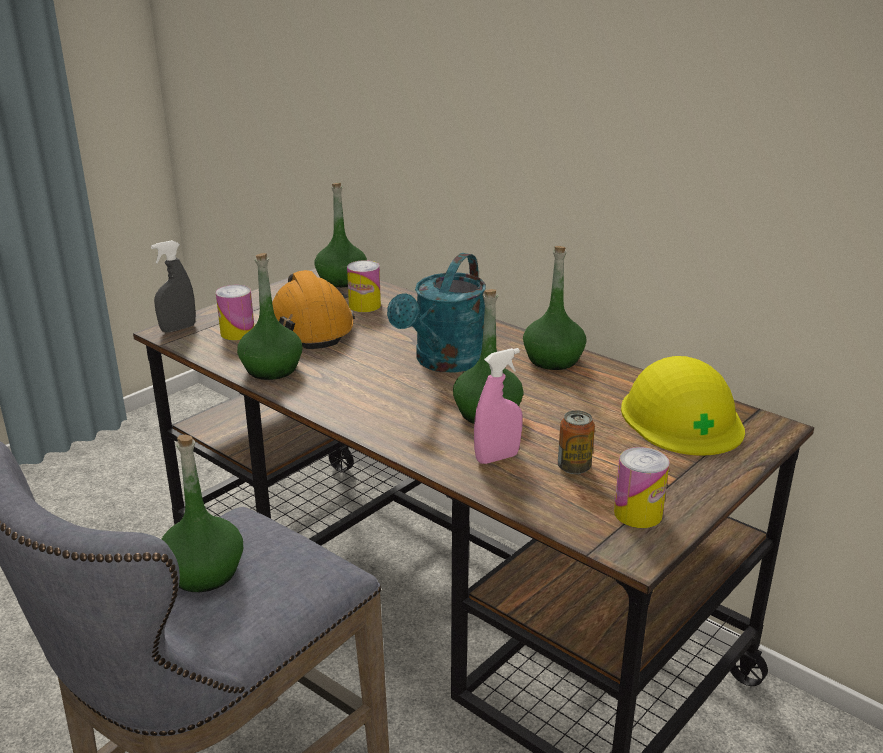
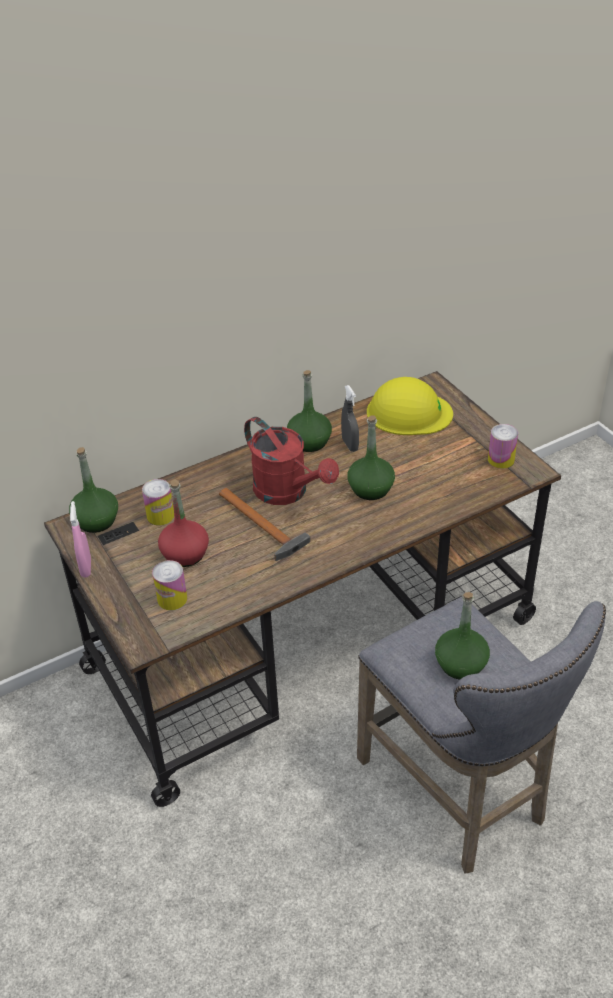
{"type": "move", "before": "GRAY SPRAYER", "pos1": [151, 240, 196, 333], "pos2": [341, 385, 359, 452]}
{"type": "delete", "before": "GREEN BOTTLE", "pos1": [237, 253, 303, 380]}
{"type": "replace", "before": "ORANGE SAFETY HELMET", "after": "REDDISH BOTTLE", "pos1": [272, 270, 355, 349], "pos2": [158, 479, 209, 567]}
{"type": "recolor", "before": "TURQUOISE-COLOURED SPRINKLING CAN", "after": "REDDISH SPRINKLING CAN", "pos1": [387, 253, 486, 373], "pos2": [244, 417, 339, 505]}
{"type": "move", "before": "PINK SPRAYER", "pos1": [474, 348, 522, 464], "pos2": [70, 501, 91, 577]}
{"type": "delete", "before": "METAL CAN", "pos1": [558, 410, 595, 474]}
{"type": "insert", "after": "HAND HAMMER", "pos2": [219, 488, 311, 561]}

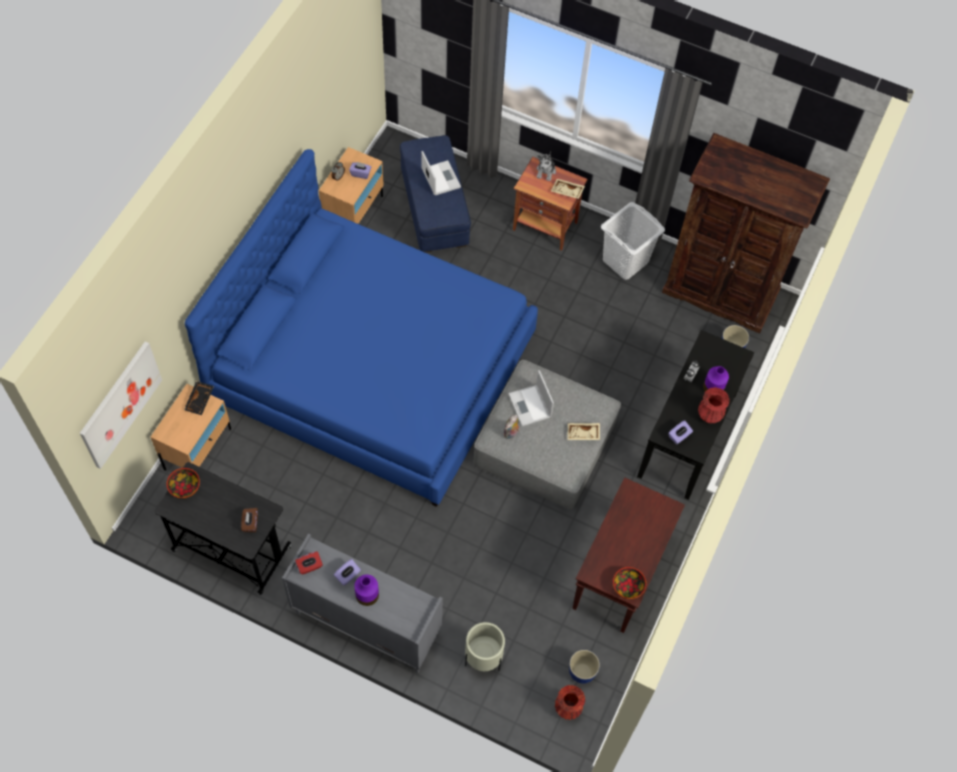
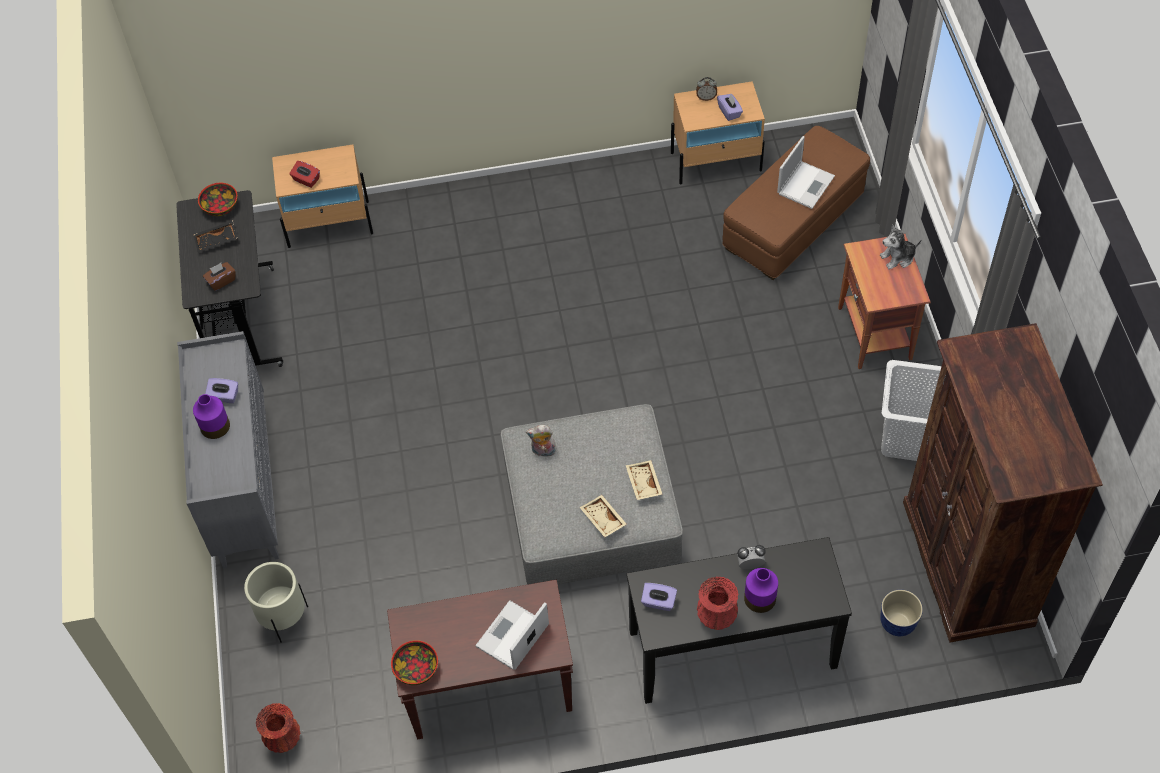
{"type": "delete", "before": "WALL ART", "pos1": [80, 341, 162, 469]}
{"type": "move", "before": "BLACK-COLOURED TRAY", "pos1": [184, 381, 214, 415], "pos2": [193, 220, 238, 253]}
{"type": "delete", "before": "BLUE SLEEPING BED", "pos1": [185, 149, 538, 507]}
{"type": "move", "before": "REDDISH TISSUE BOX", "pos1": [295, 552, 323, 574], "pos2": [289, 161, 320, 188]}
{"type": "recolor", "before": "BLUE OTTOMAN", "after": "BROWNISH OTTOMAN", "pos1": [400, 135, 471, 253], "pos2": [722, 126, 870, 280]}
{"type": "move", "before": "NOTEBOOK COMPUTER", "pos1": [508, 370, 554, 426], "pos2": [475, 600, 549, 670]}
{"type": "move", "before": "SAND-COLOURED TRAY", "pos1": [551, 179, 585, 199], "pos2": [626, 460, 663, 500]}
{"type": "delete", "before": "PLANTER", "pos1": [569, 650, 600, 683]}

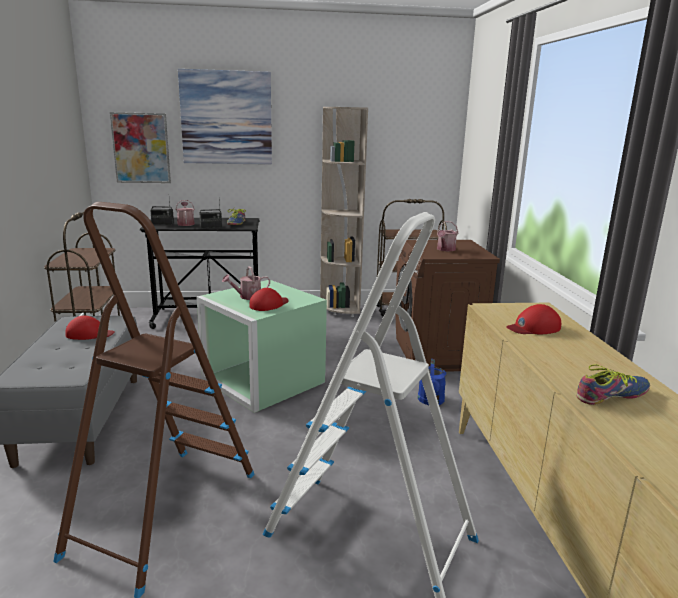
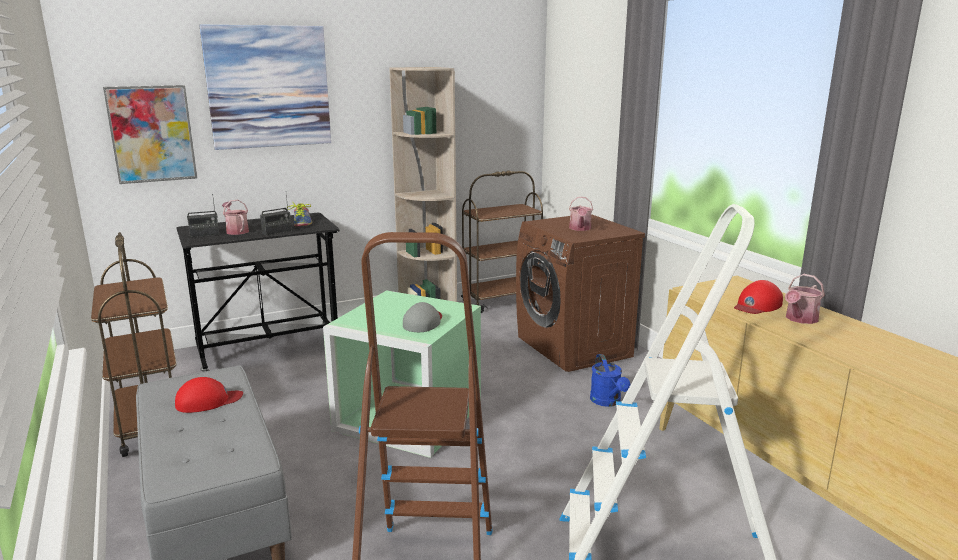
{"type": "move", "before": "SPRINKLING CAN", "pos1": [222, 266, 270, 300], "pos2": [785, 274, 825, 324]}
{"type": "recolor", "before": "REDDISH PEAKED CAP", "after": "GRAY PEAKED CAP", "pos1": [249, 288, 289, 311], "pos2": [403, 302, 442, 332]}
{"type": "delete", "before": "ITEM OF FOOTWEAR", "pos1": [576, 364, 650, 405]}

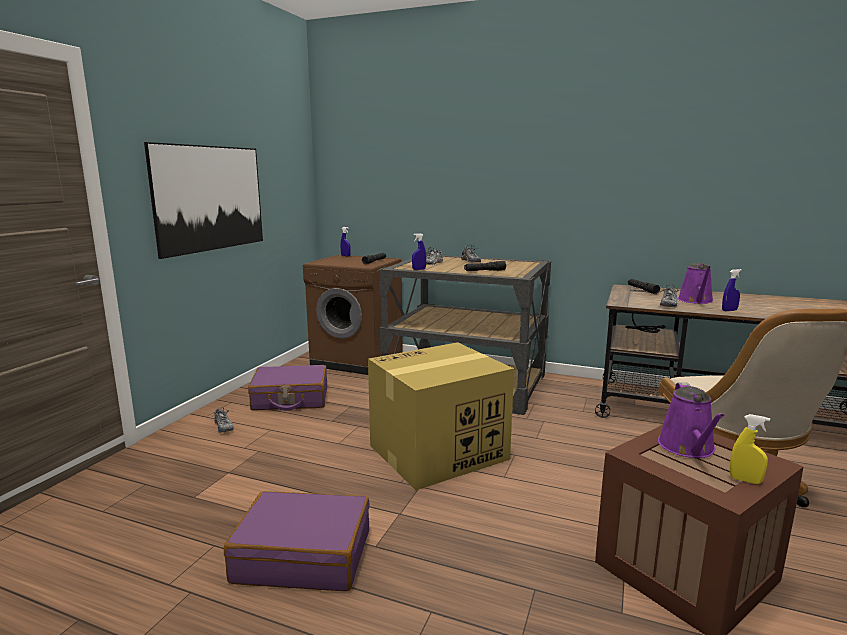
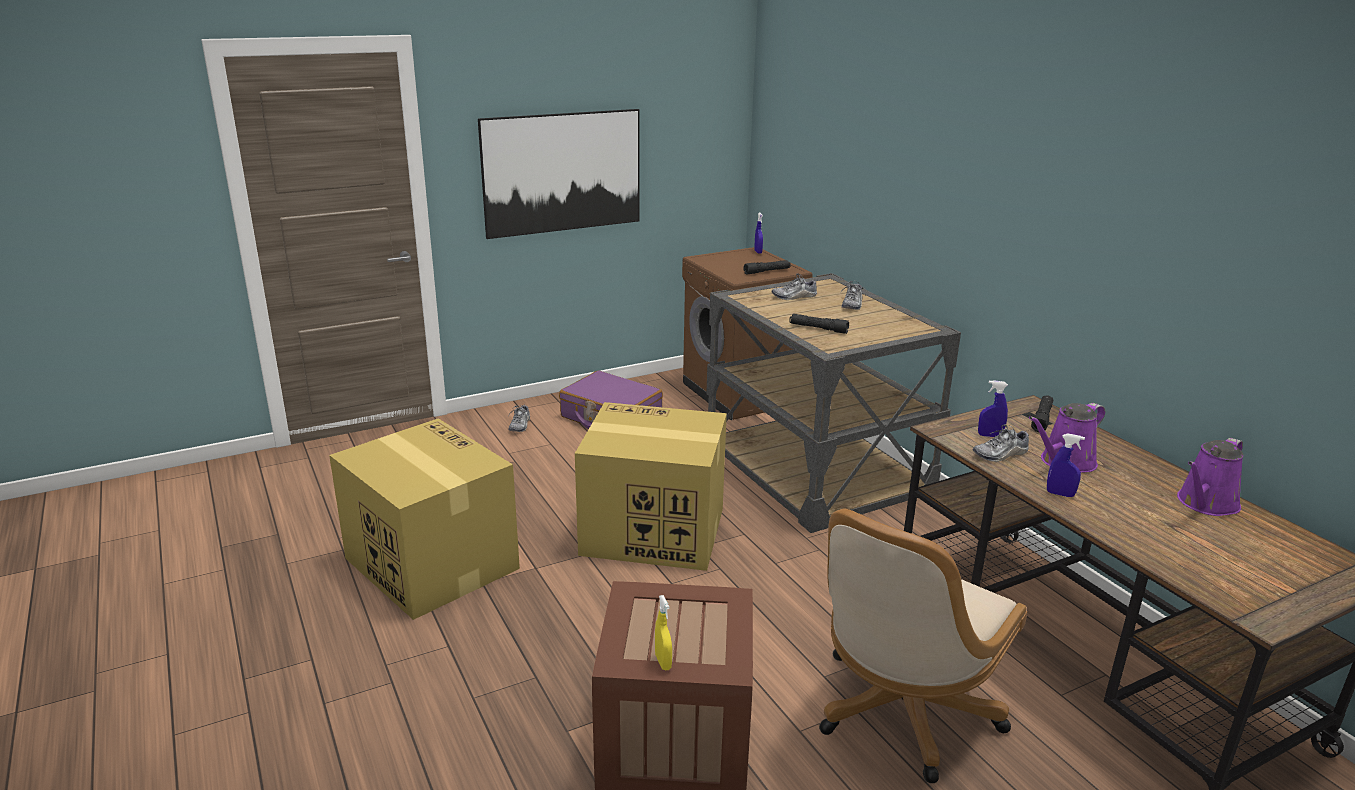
{"type": "replace", "before": "PURPLISH TRAVEL CASE", "after": "CARTON", "pos1": [224, 491, 370, 591], "pos2": [329, 419, 520, 620]}
{"type": "move", "before": "BLUE SPRAYER", "pos1": [412, 233, 426, 270], "pos2": [978, 380, 1008, 437]}
{"type": "move", "before": "PURPLISH SPRINKLING CAN", "pos1": [658, 383, 725, 458], "pos2": [1177, 438, 1243, 516]}

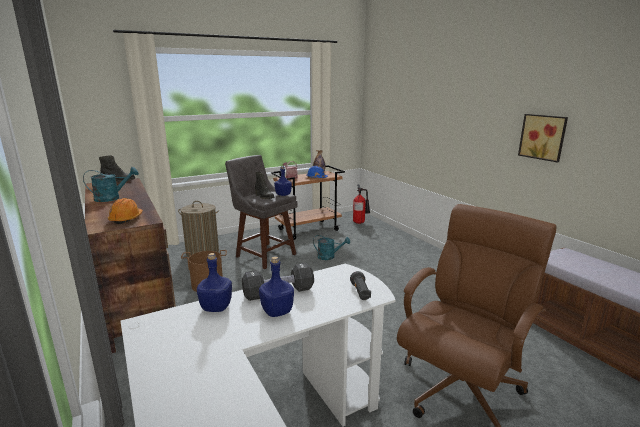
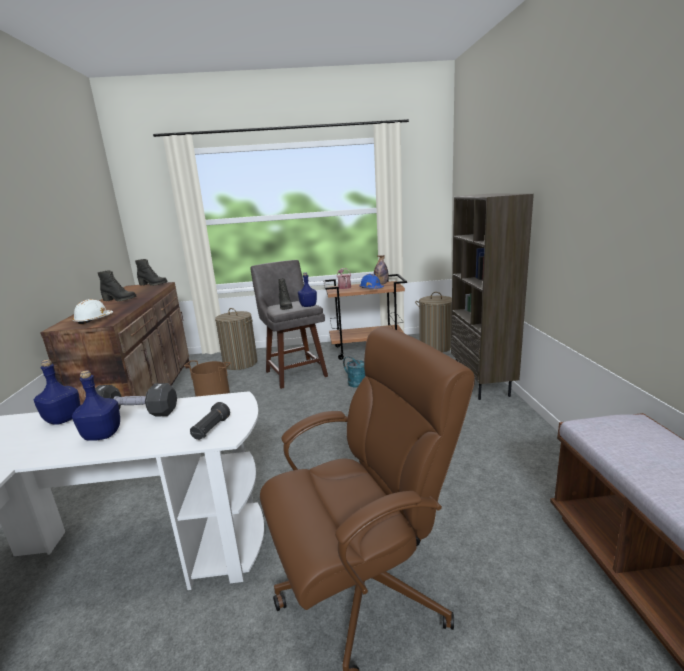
{"type": "replace", "before": "TURQUOISE-COLOURED SPRINKLING CAN", "after": "BLACK-COLOURED TALL BOOT", "pos1": [83, 167, 139, 202], "pos2": [98, 270, 136, 301]}
{"type": "recolor", "before": "ORANGE SAFETY HELMET", "after": "WHITE SAFETY HELMET", "pos1": [108, 198, 143, 224], "pos2": [72, 299, 113, 324]}
{"type": "replace", "before": "FIRE-FIGHTING CYLINDER", "after": "HAMPER", "pos1": [353, 184, 370, 224], "pos2": [415, 292, 452, 352]}
{"type": "delete", "before": "WALL ART", "pos1": [518, 114, 568, 163]}
{"type": "insert", "after": "BROWNISH SHELVING UNIT", "pos2": [451, 193, 534, 400]}

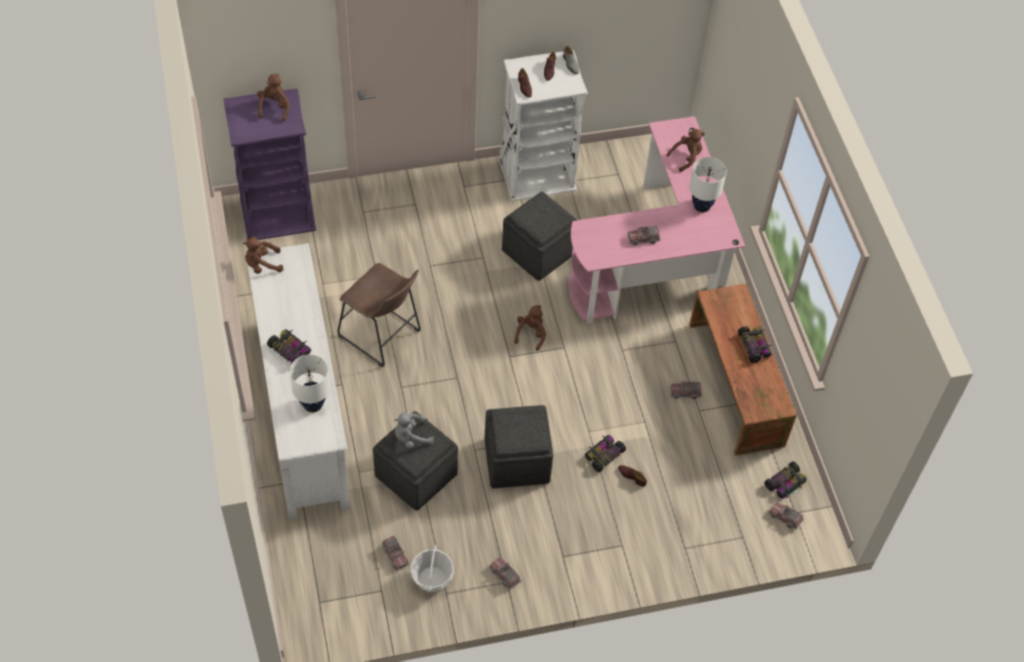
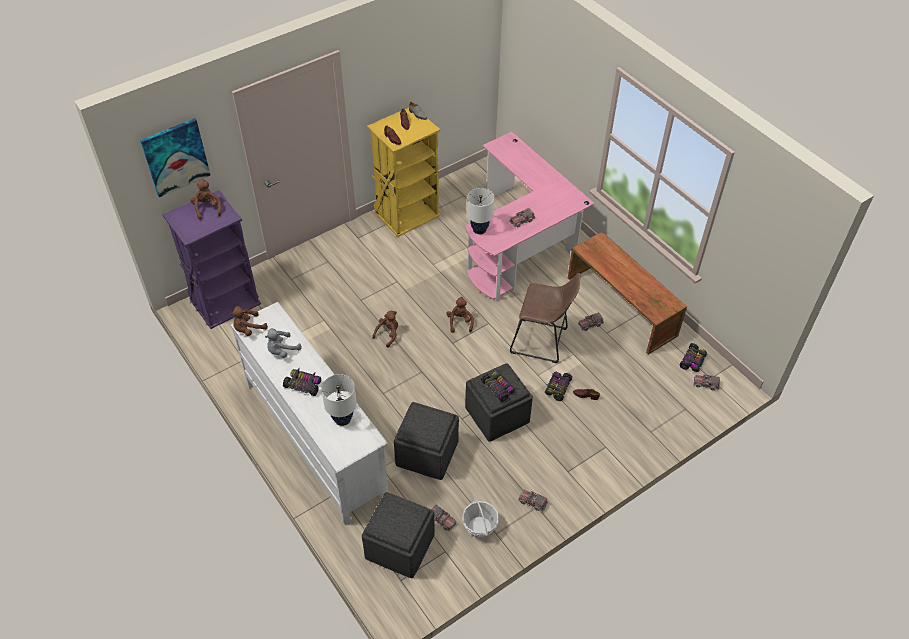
{"type": "move", "before": "BROWNISH SITTING STOOL", "pos1": [337, 263, 421, 367], "pos2": [510, 273, 580, 363]}
{"type": "move", "before": "GRAY CUDDLY TOY", "pos1": [394, 412, 434, 449], "pos2": [265, 328, 302, 358]}
{"type": "recolor", "before": "WHITE SHELVING UNIT", "after": "YELLOW SHELVING UNIT", "pos1": [499, 50, 588, 201], "pos2": [367, 108, 440, 237]}
{"type": "move", "before": "GRAY OTTOMAN", "pos1": [502, 191, 577, 281], "pos2": [362, 492, 435, 578]}
{"type": "move", "before": "BROWNISH CUDDLY TOY", "pos1": [666, 129, 705, 172], "pos2": [372, 311, 398, 347]}
{"type": "move", "before": "WHITE LAMP FOR A TABLE", "pos1": [689, 157, 727, 212], "pos2": [467, 188, 494, 234]}
{"type": "move", "before": "MODEL CAR", "pos1": [738, 326, 772, 363], "pos2": [481, 371, 516, 402]}
{"type": "insert", "after": "WALL ART", "pos2": [140, 118, 211, 197]}

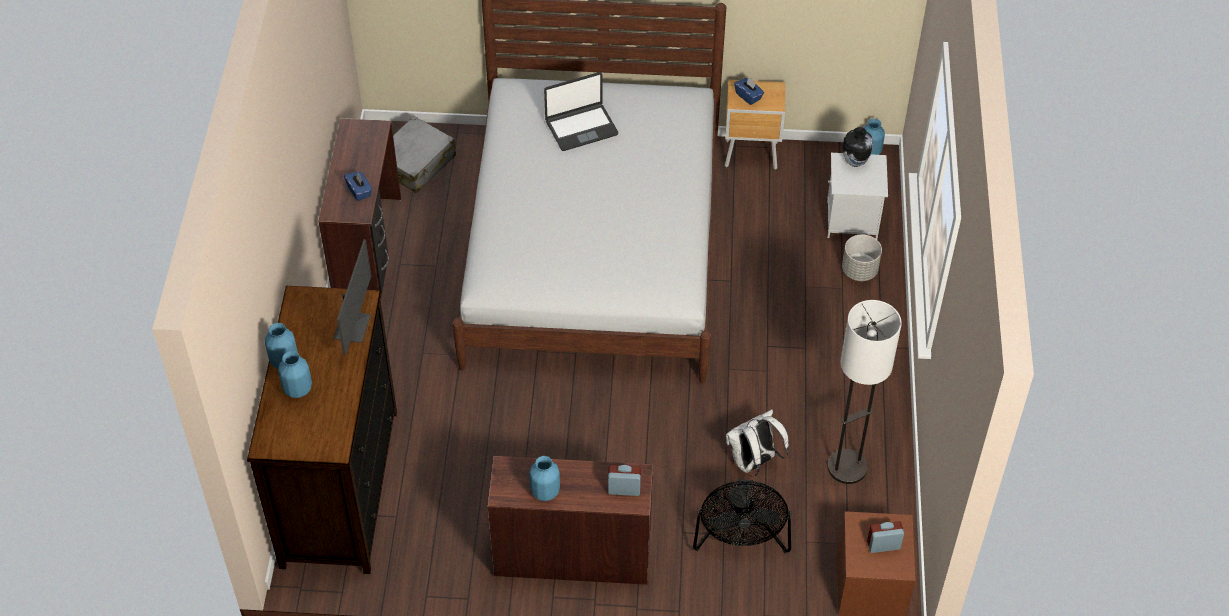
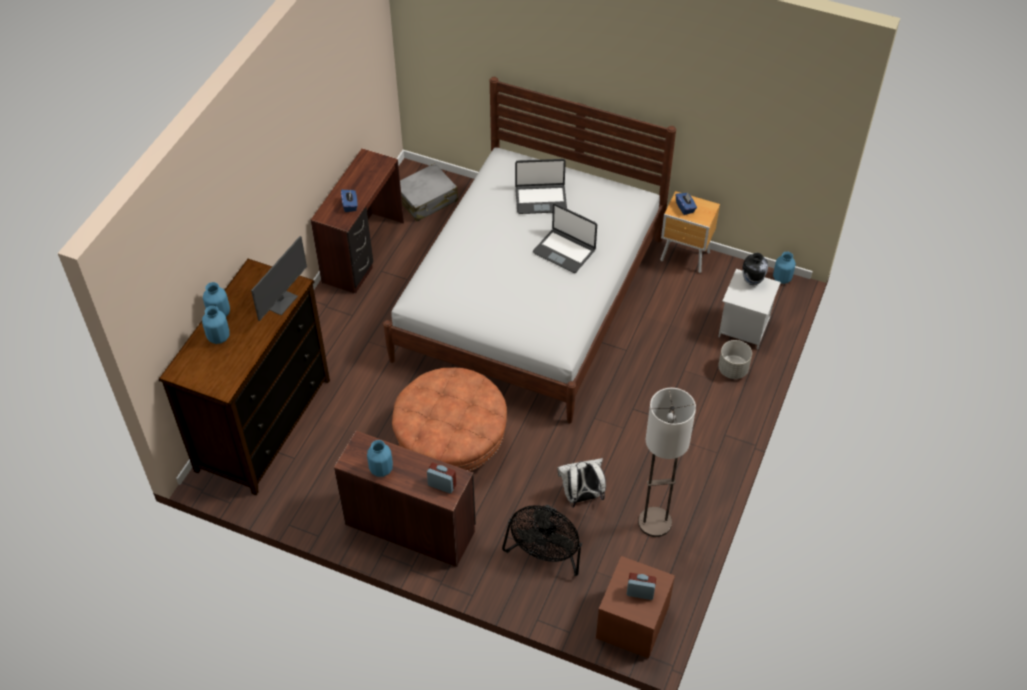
{"type": "insert", "after": "BROWNISH OTTOMAN", "pos2": [392, 368, 507, 472]}
{"type": "insert", "after": "NOTEBOOK COMPUTER", "pos2": [533, 203, 597, 273]}

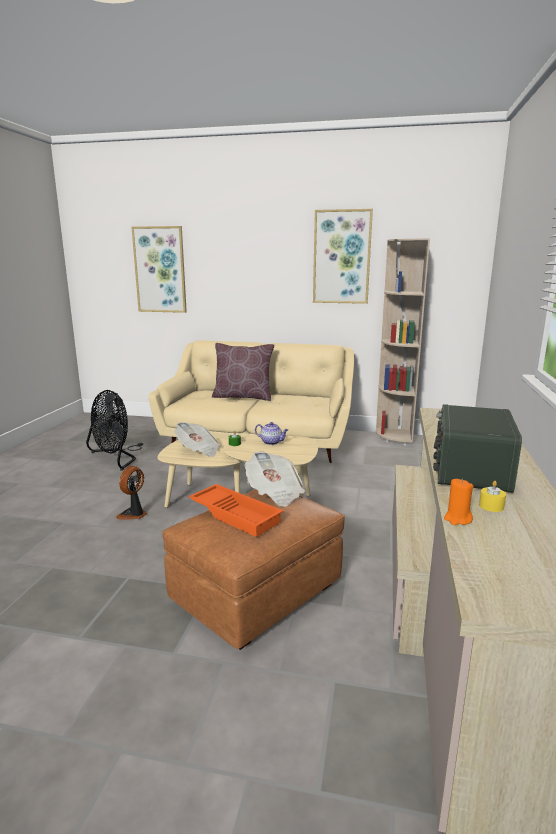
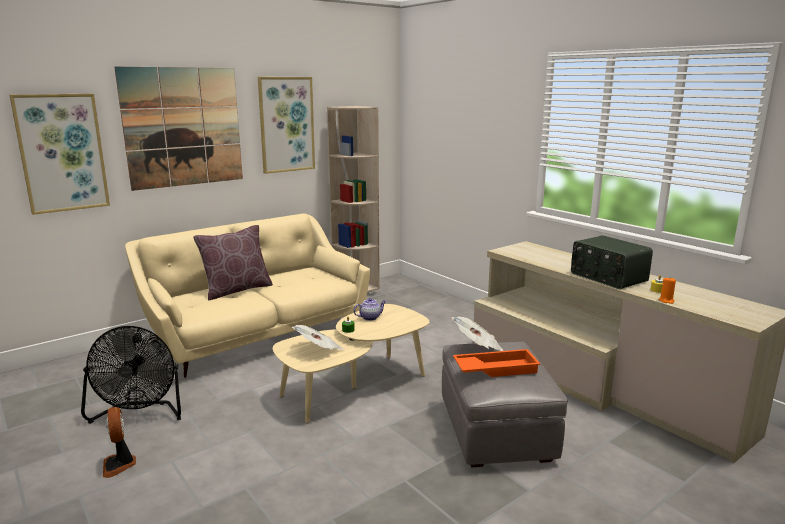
{"type": "move", "before": "FAN", "pos1": [116, 466, 147, 520], "pos2": [103, 407, 136, 478]}
{"type": "recolor", "before": "BROWNISH OTTOMAN", "after": "GRAY OTTOMAN", "pos1": [162, 489, 345, 650], "pos2": [442, 342, 568, 467]}
{"type": "insert", "after": "WALL ART", "pos2": [114, 67, 243, 191]}

